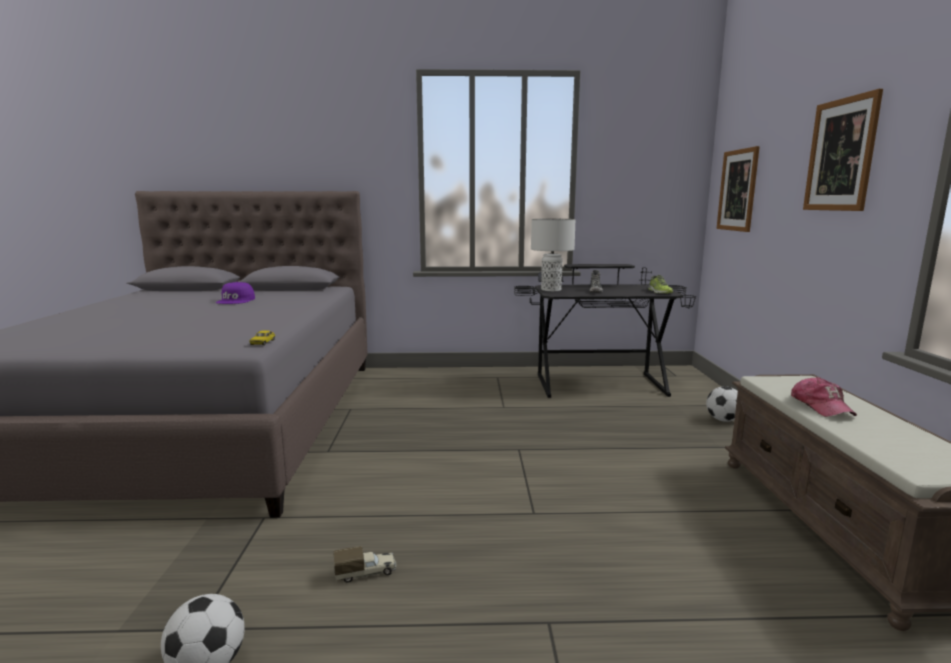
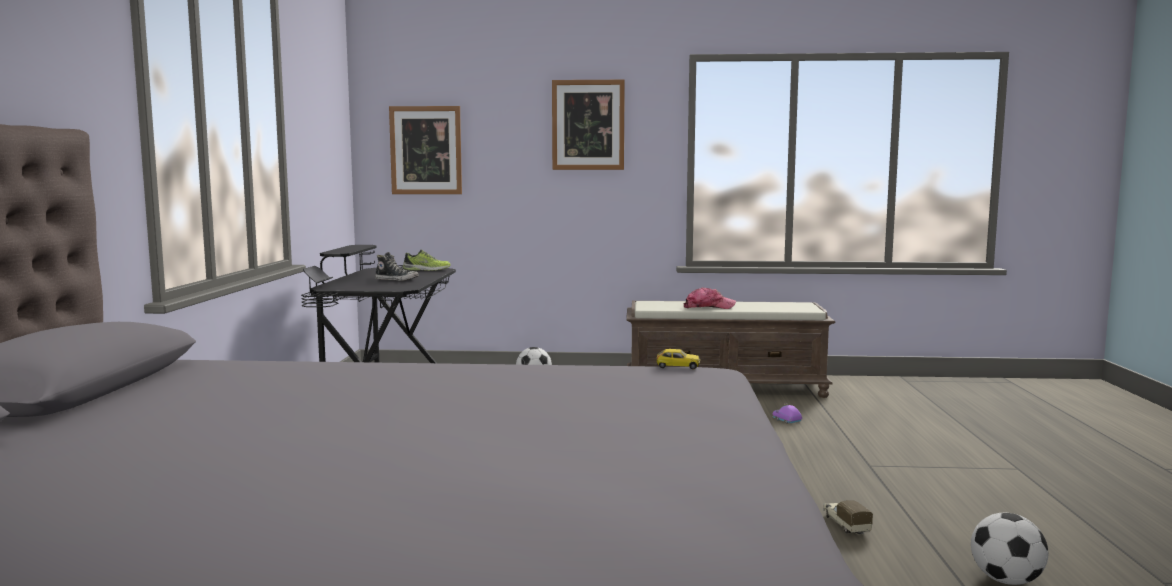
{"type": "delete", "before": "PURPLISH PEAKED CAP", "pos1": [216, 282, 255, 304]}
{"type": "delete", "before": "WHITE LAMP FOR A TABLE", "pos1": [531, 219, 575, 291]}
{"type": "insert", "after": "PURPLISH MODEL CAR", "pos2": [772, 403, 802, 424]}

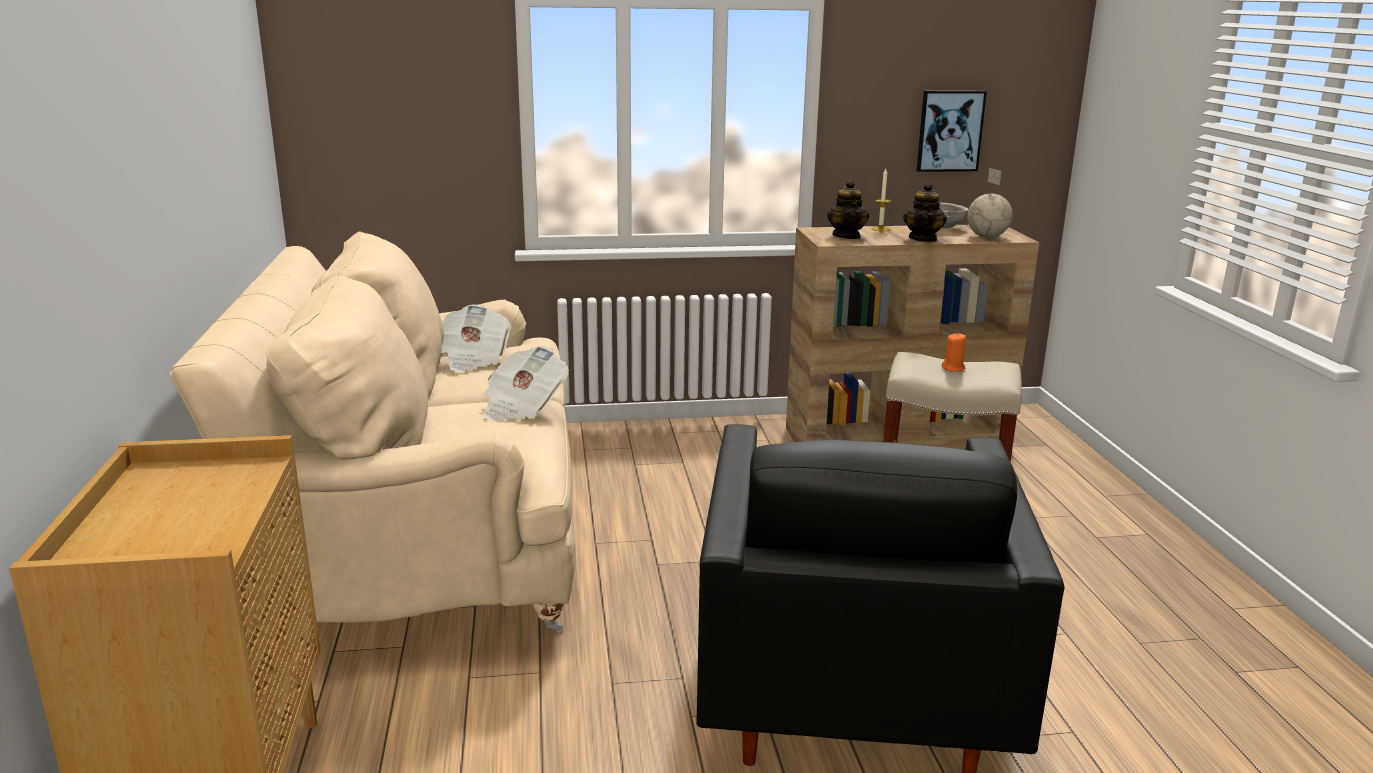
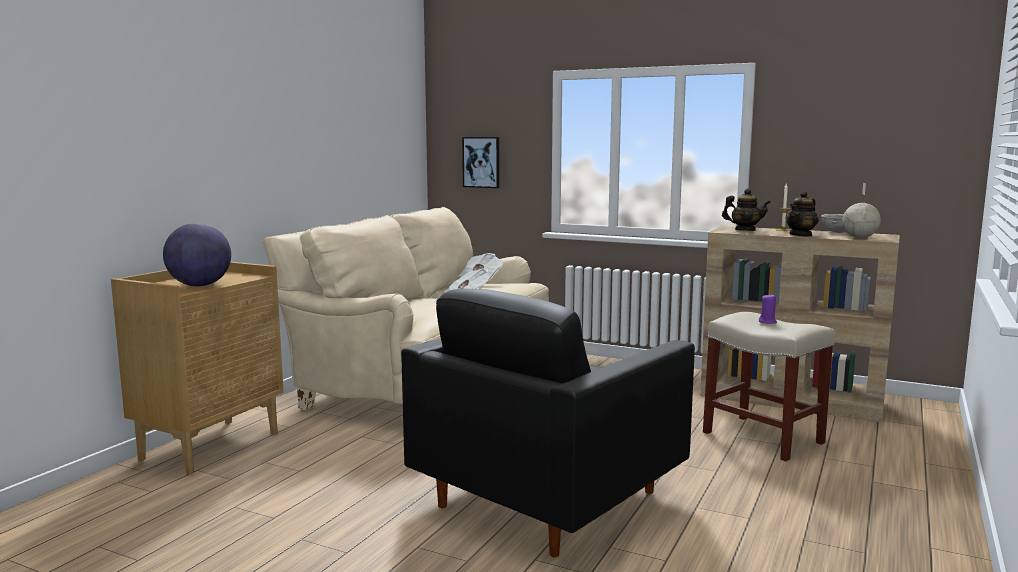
{"type": "rotate", "before": "TEA POT", "pos1": [827, 180, 869, 239], "pos2": [722, 188, 771, 231], "turn": -105}
{"type": "move", "before": "WALL ART", "pos1": [917, 91, 987, 172], "pos2": [462, 137, 499, 188]}
{"type": "recolor", "before": "ORANGE CANDLE", "after": "PURPLISH CANDLE", "pos1": [942, 333, 966, 372], "pos2": [759, 293, 777, 324]}
{"type": "insert", "after": "GLOBE", "pos2": [163, 223, 231, 286]}

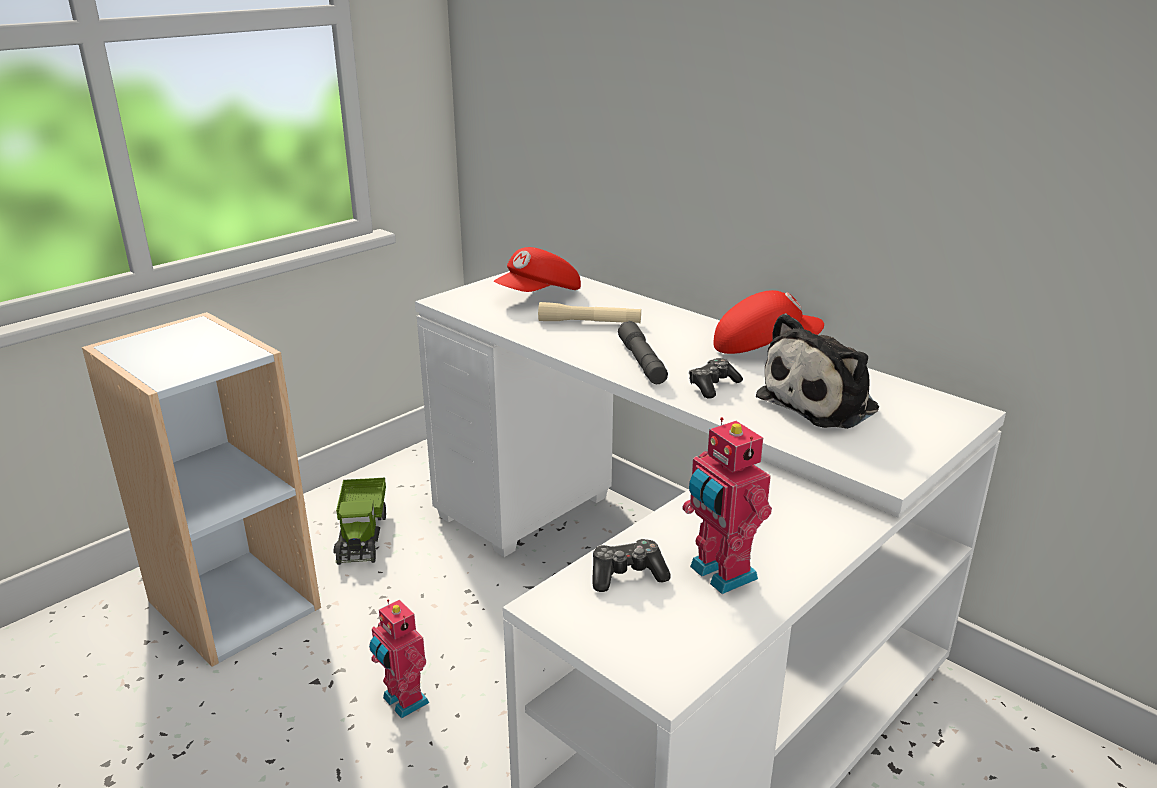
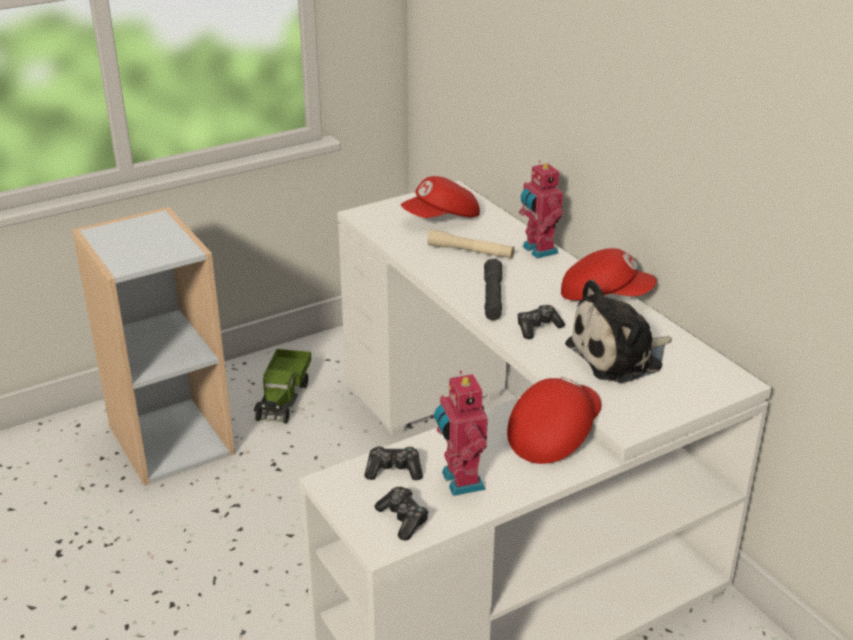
{"type": "move", "before": "TOY ROBOT", "pos1": [369, 600, 429, 719], "pos2": [519, 161, 563, 259]}
{"type": "insert", "after": "GAMEPAD", "pos2": [375, 487, 429, 541]}
{"type": "insert", "after": "REDDISH PEAKED CAP", "pos2": [507, 377, 601, 464]}

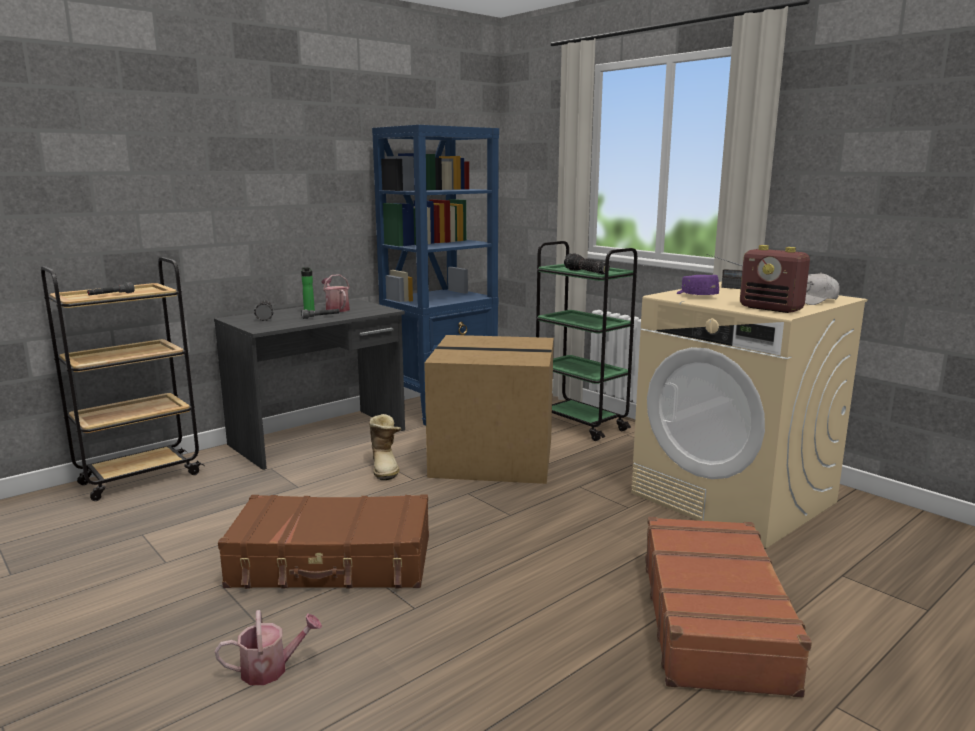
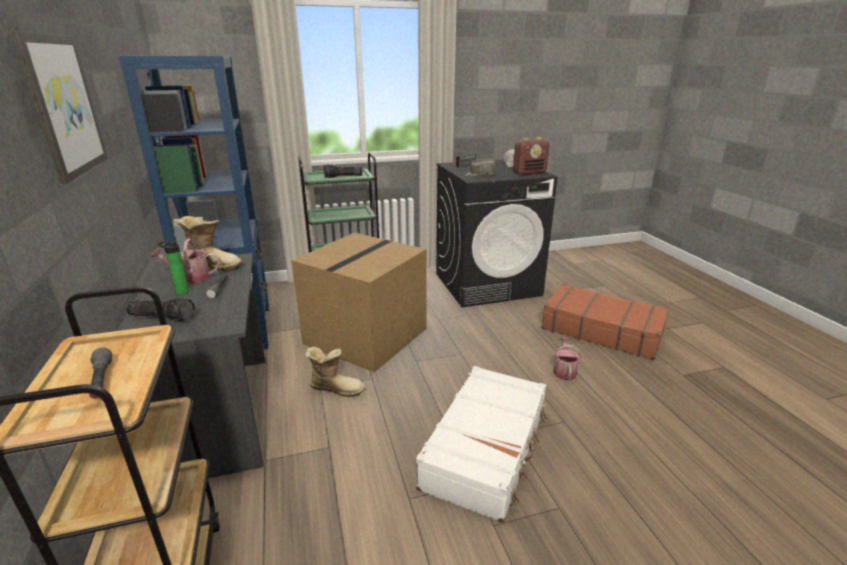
{"type": "move", "before": "SPRINKLING CAN", "pos1": [215, 610, 322, 685], "pos2": [553, 338, 581, 380]}
{"type": "recolor", "before": "BROWNISH TRAVEL CASE", "after": "WHITE TRAVEL CASE", "pos1": [218, 495, 429, 589], "pos2": [416, 366, 547, 523]}
{"type": "recolor", "before": "SAND-COLOURED WASHING MACHINE", "after": "BLACK-COLOURED WASHING MACHINE", "pos1": [631, 282, 868, 548], "pos2": [436, 159, 558, 307]}
{"type": "recolor", "before": "PURPLISH PEAKED CAP", "after": "GRAY PEAKED CAP", "pos1": [677, 275, 719, 295], "pos2": [465, 160, 496, 177]}
{"type": "insert", "after": "WALL ART", "pos2": [11, 31, 108, 184]}
{"type": "insert", "after": "TALL BOOT", "pos2": [177, 216, 242, 271]}

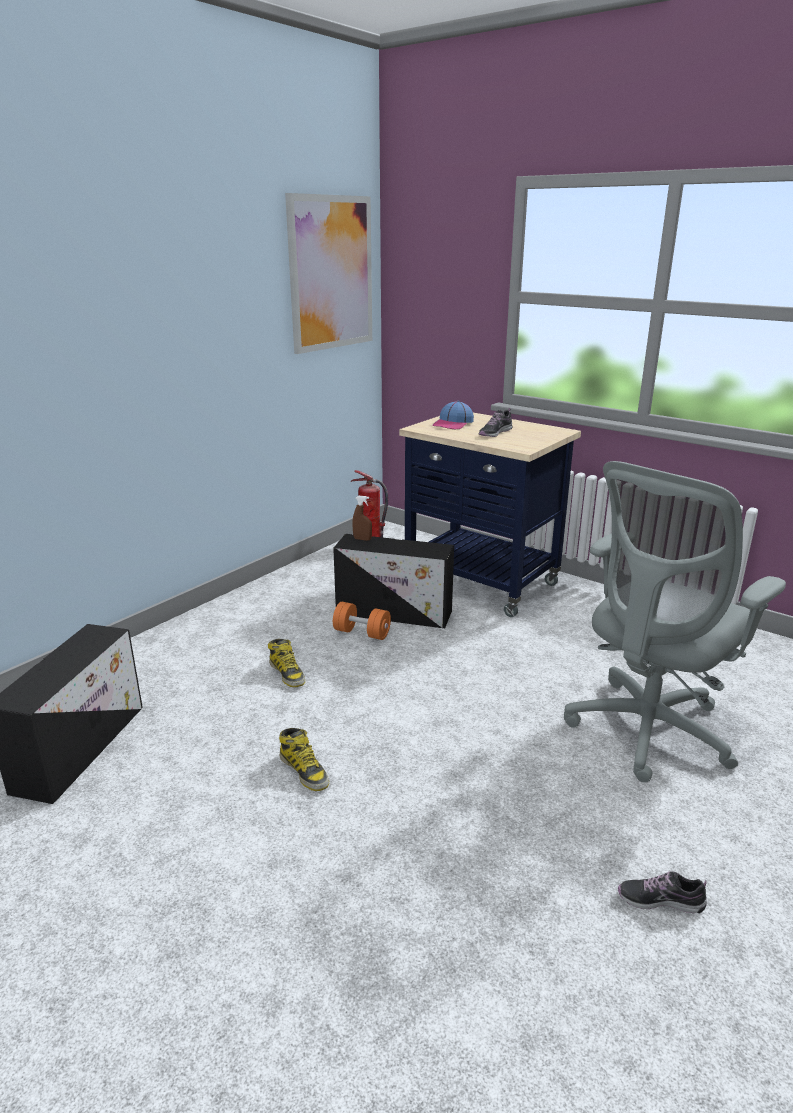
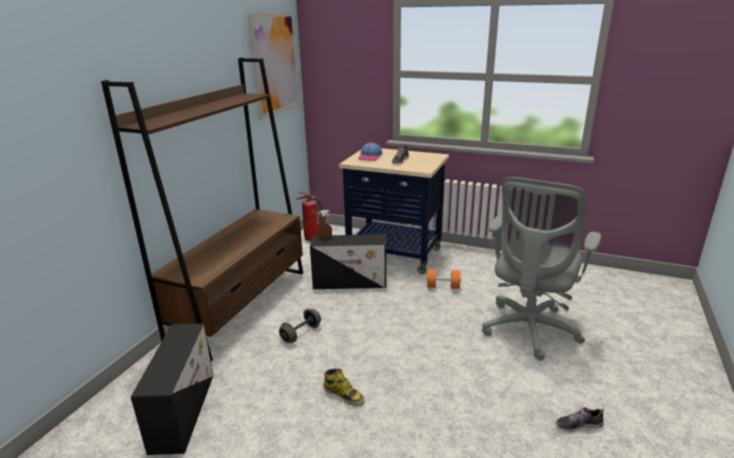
{"type": "replace", "before": "TALL BOOT", "after": "GRAY HAND WEIGHT", "pos1": [268, 639, 305, 687], "pos2": [279, 309, 321, 343]}
{"type": "move", "before": "ORANGE HAND WEIGHT", "pos1": [333, 602, 391, 640], "pos2": [426, 269, 461, 289]}
{"type": "insert", "after": "BROWNISH SHELVING UNIT", "pos2": [101, 58, 303, 361]}

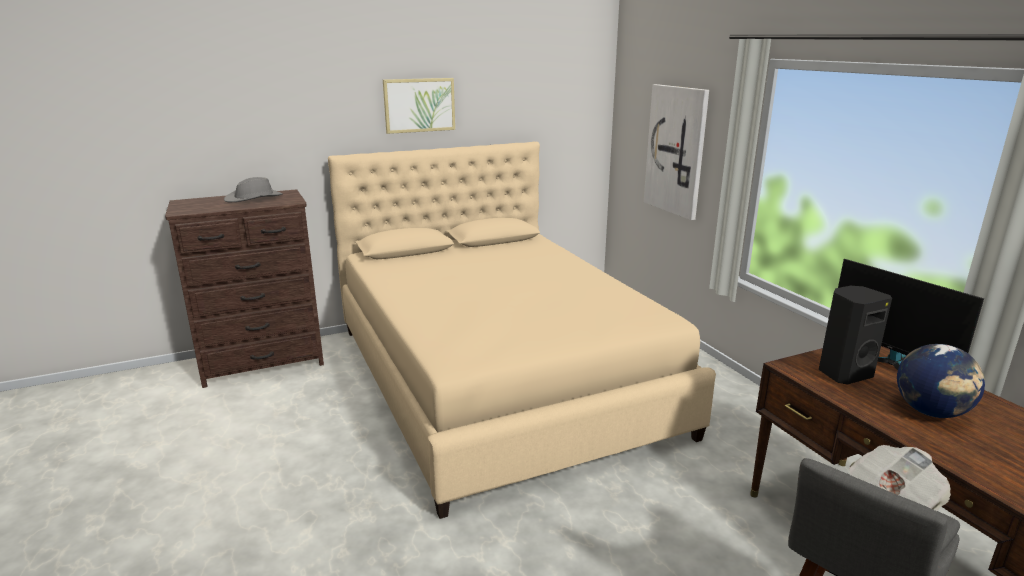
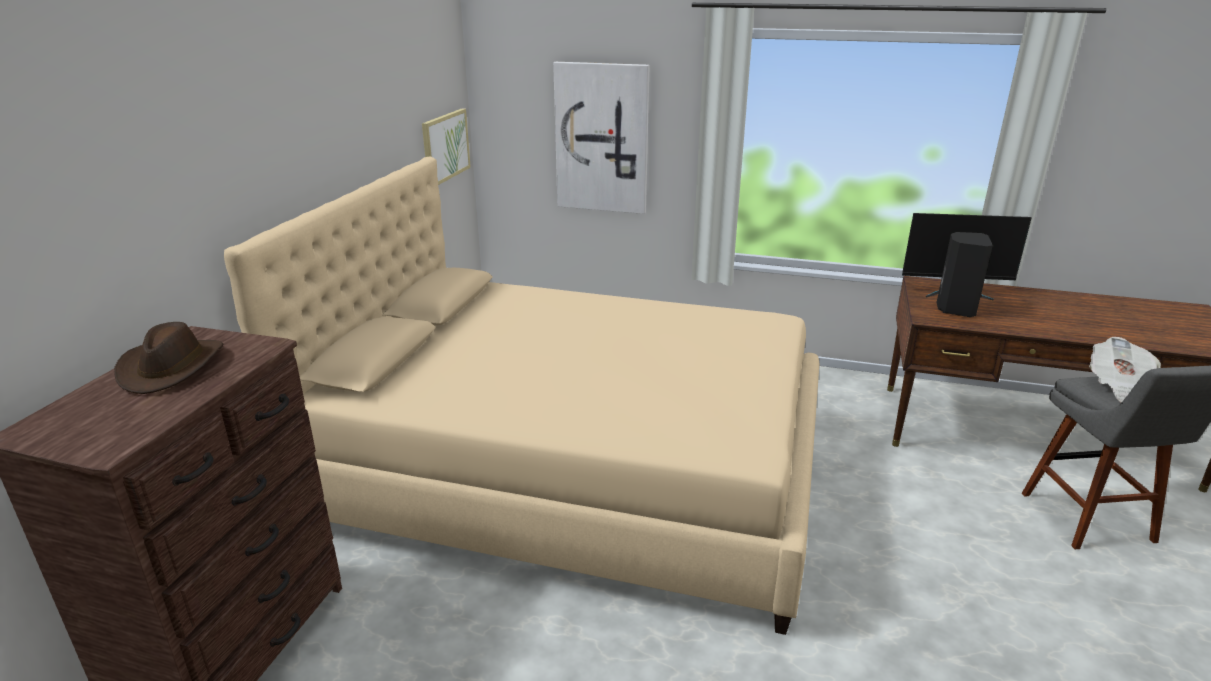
{"type": "recolor", "before": "GRAY WEARABLE HAT", "after": "BROWNISH WEARABLE HAT", "pos1": [224, 177, 283, 202], "pos2": [114, 322, 223, 394]}
{"type": "move", "before": "WALL ART", "pos1": [383, 78, 455, 134], "pos2": [422, 108, 471, 185]}
{"type": "delete", "before": "GLOBE", "pos1": [897, 344, 985, 418]}

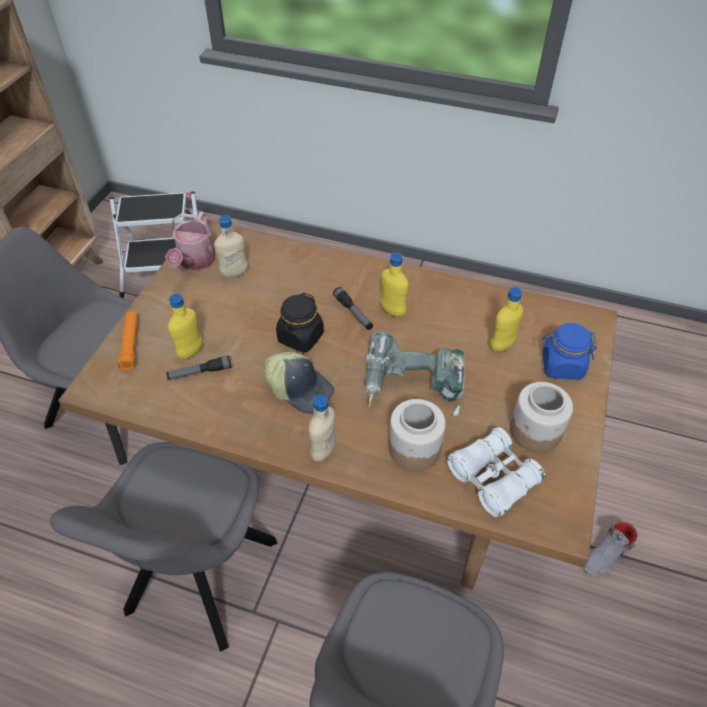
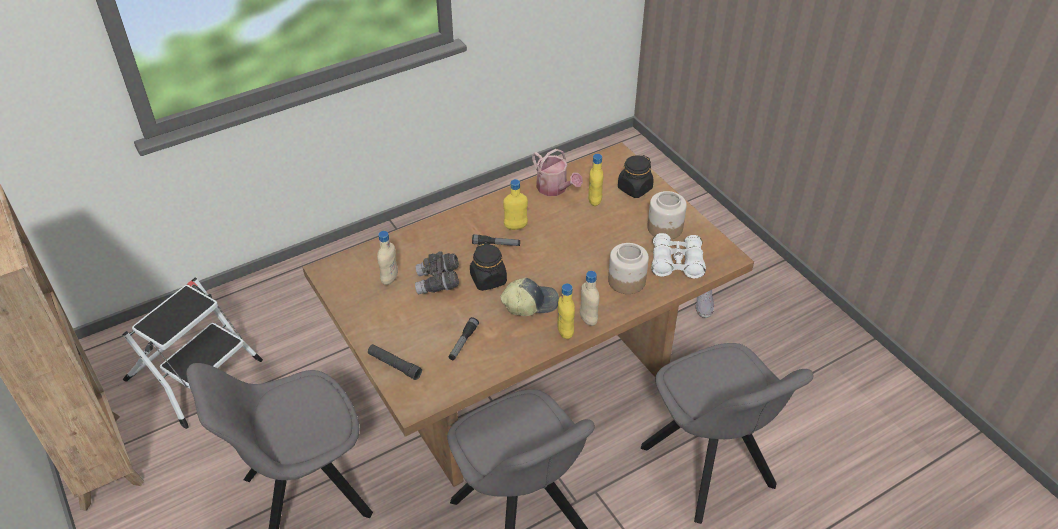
{"type": "recolor", "before": "ORANGE HAND TORCH", "after": "BLACK-COLOURED HAND TORCH", "pos1": [118, 311, 138, 370], "pos2": [368, 344, 422, 380]}
{"type": "move", "before": "SPRINKLING CAN", "pos1": [165, 212, 215, 271], "pos2": [532, 149, 583, 196]}
{"type": "move", "before": "YELLOW BOTTLE", "pos1": [168, 293, 203, 359], "pos2": [557, 284, 575, 339]}
{"type": "delete", "before": "ELECTRIC DRILL", "pos1": [365, 332, 465, 416]}
{"type": "recolor", "before": "BLUE PRESERVE JAR", "after": "BLACK-COLOURED PRESERVE JAR", "pos1": [543, 323, 598, 380], "pos2": [618, 155, 654, 198]}
{"type": "insert", "after": "GRAY BINOCULARS", "pos2": [415, 252, 459, 294]}

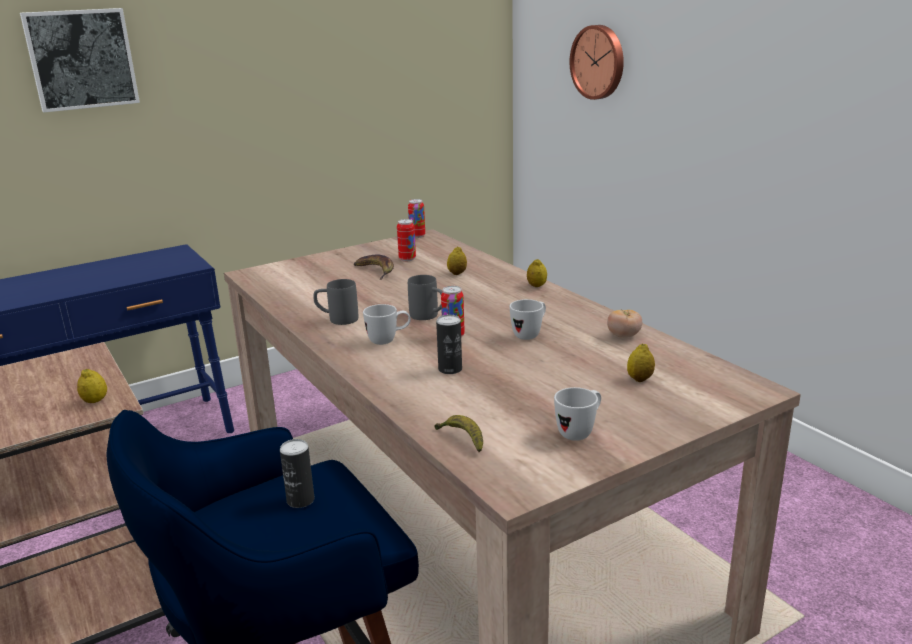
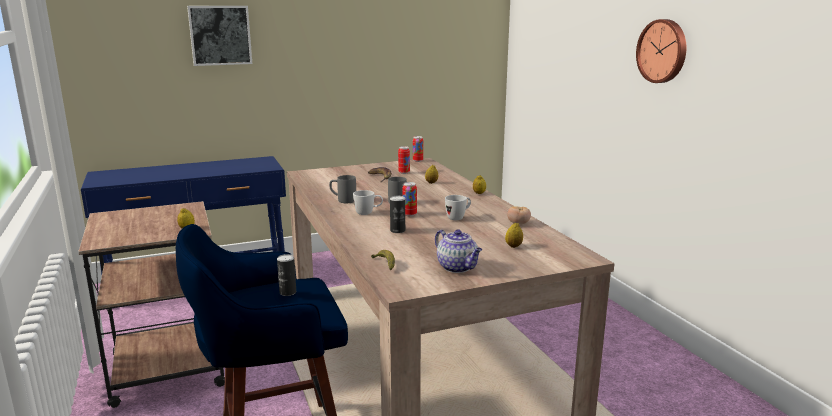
{"type": "replace", "before": "WHITE COFFEE MUG", "after": "TEA POT", "pos1": [554, 387, 601, 441], "pos2": [435, 229, 482, 273]}
{"type": "move", "before": "WALL CLOCK", "pos1": [570, 25, 624, 100], "pos2": [636, 19, 686, 83]}

